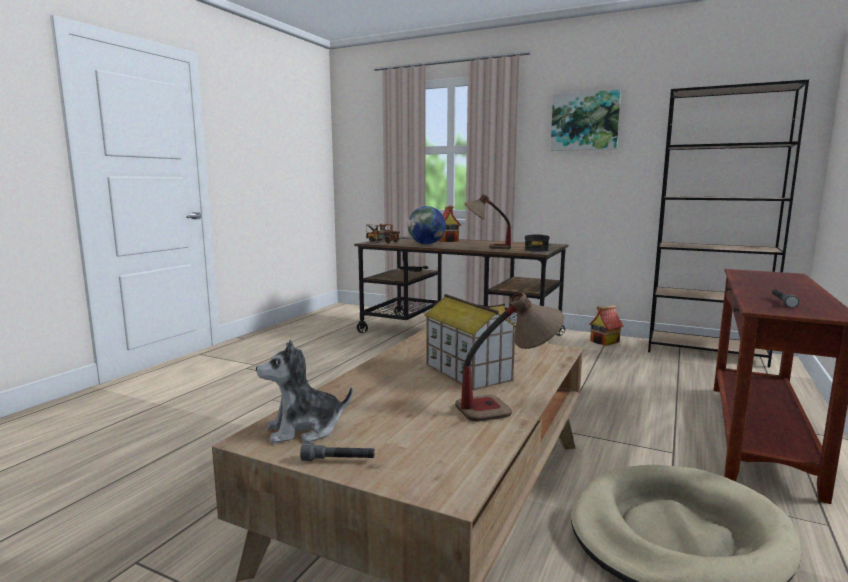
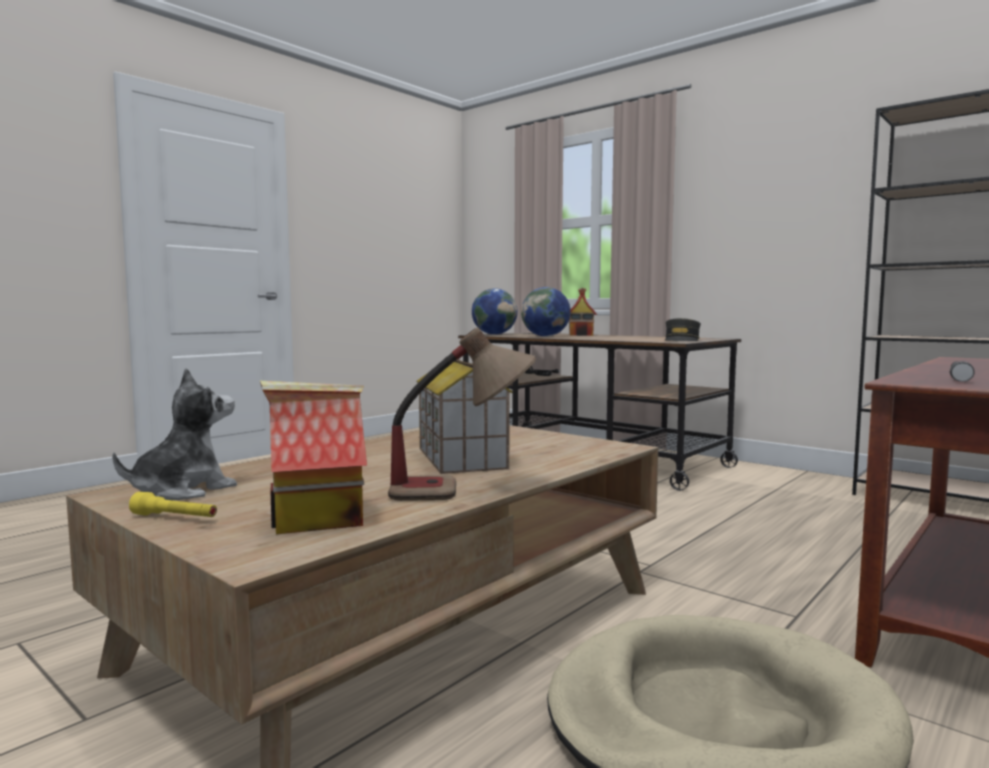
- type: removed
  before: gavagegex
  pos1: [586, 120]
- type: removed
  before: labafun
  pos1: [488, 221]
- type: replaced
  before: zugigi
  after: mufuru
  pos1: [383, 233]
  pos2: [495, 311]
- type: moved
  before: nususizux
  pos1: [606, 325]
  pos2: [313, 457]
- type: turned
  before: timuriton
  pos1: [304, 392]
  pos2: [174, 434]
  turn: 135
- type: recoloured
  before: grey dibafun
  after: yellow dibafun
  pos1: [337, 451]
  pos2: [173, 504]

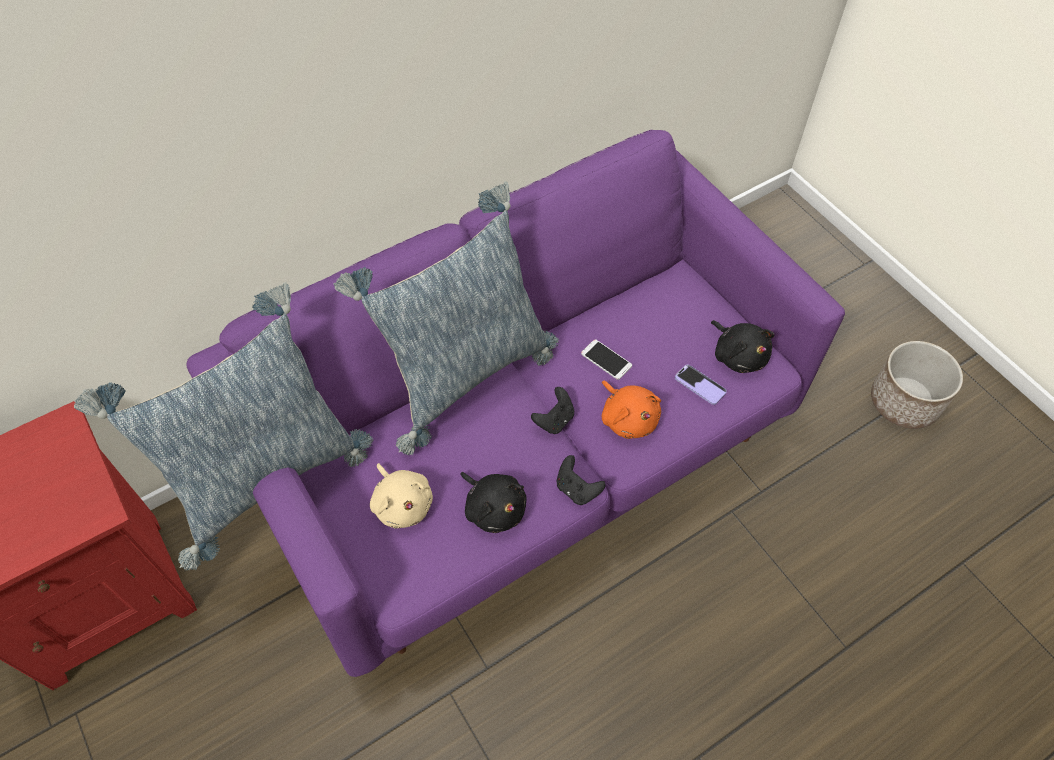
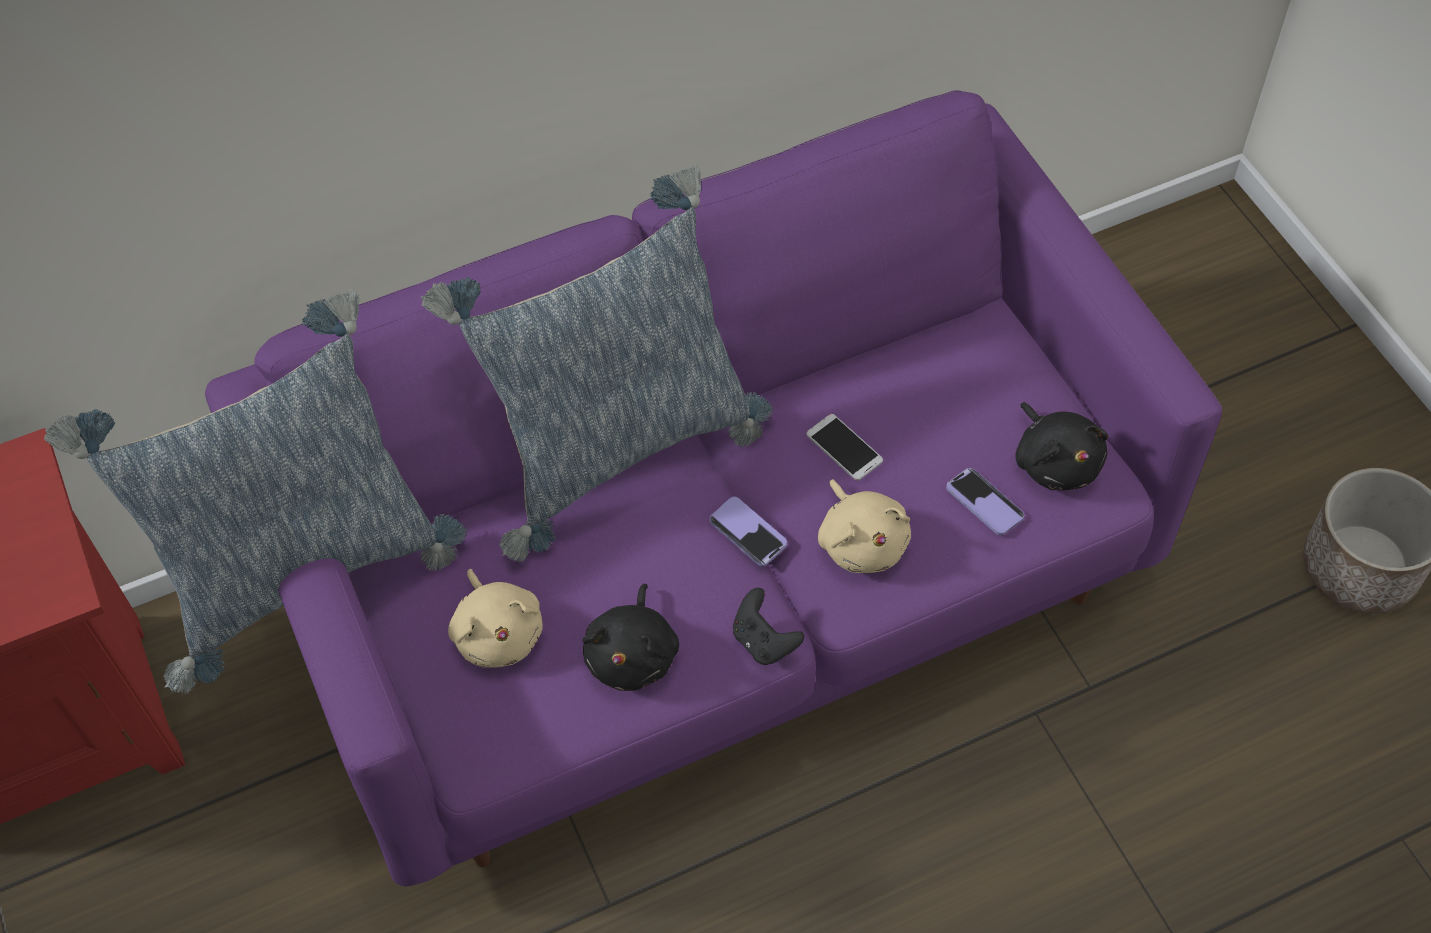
- type: recoloured
  before: orange timuriton
  after: beige timuriton
  pos1: [631, 409]
  pos2: [864, 526]
- type: replaced
  before: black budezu
  after: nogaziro
  pos1: [552, 410]
  pos2: [748, 532]
- type: turned
  before: black timuriton
  pos1: [493, 502]
  pos2: [630, 637]
  turn: 45

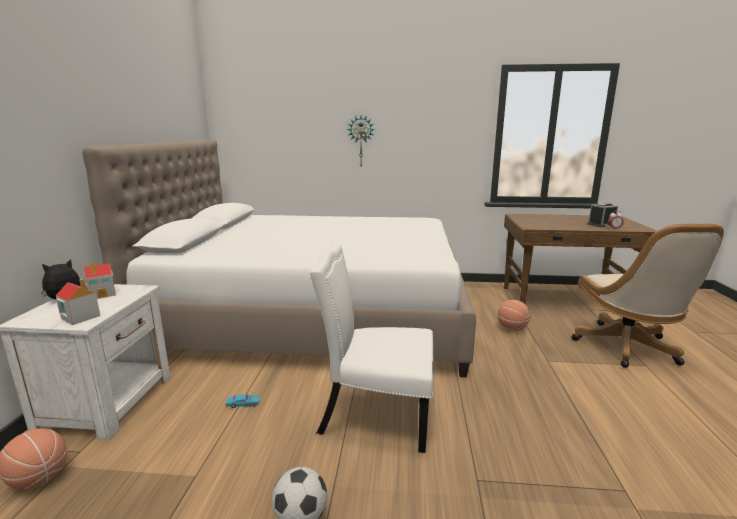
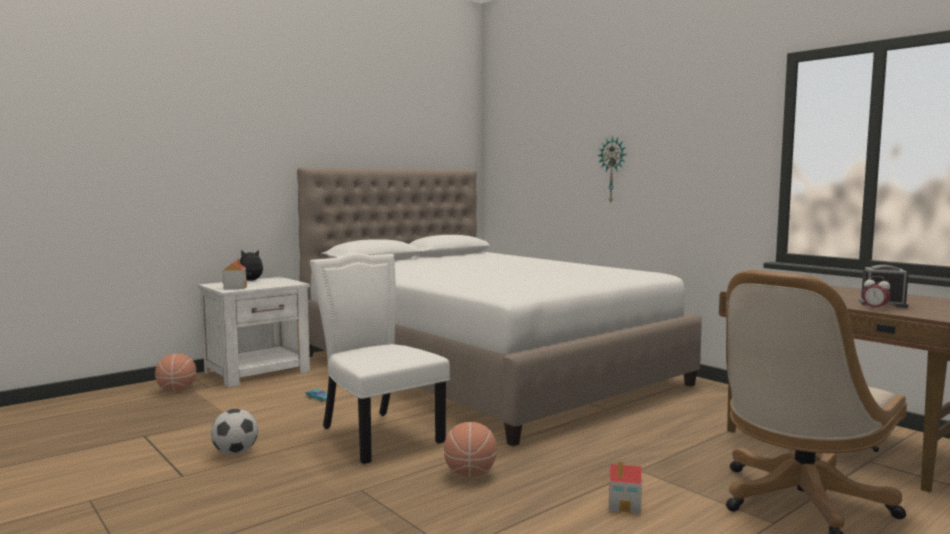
- type: moved
  before: nususizux
  pos1: [99, 281]
  pos2: [625, 488]
- type: moved
  before: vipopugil
  pos1: [514, 315]
  pos2: [470, 449]

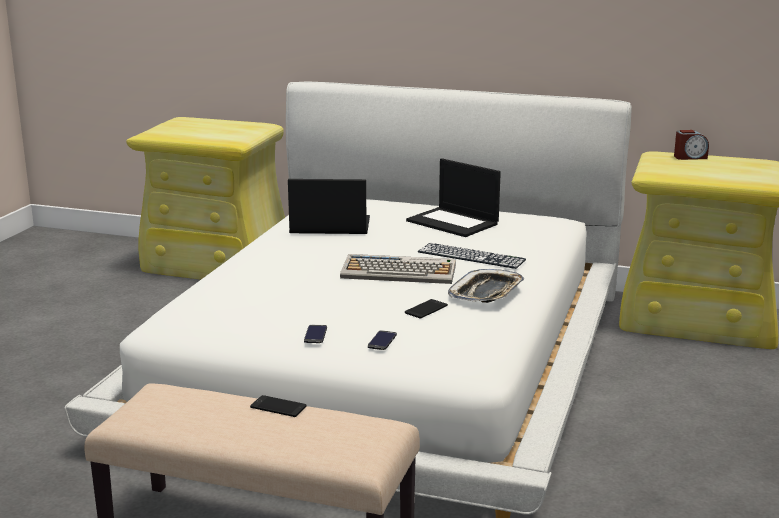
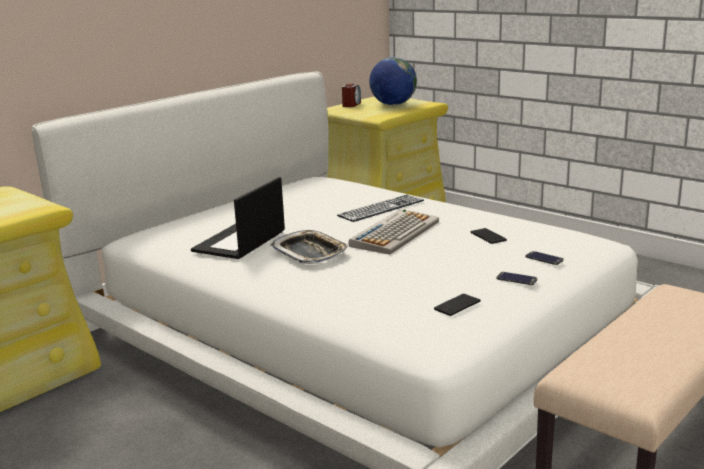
- type: removed
  before: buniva
  pos1: [453, 197]
- type: moved
  before: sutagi
  pos1: [486, 286]
  pos2: [309, 247]
- type: moved
  before: nogaziro
  pos1: [278, 406]
  pos2: [457, 305]
- type: added
  after: mufuru
  pos2: [393, 81]

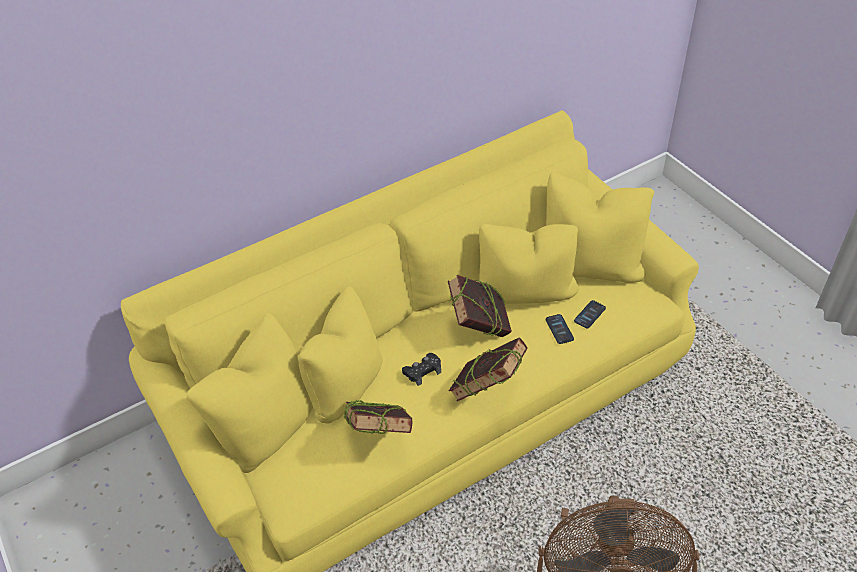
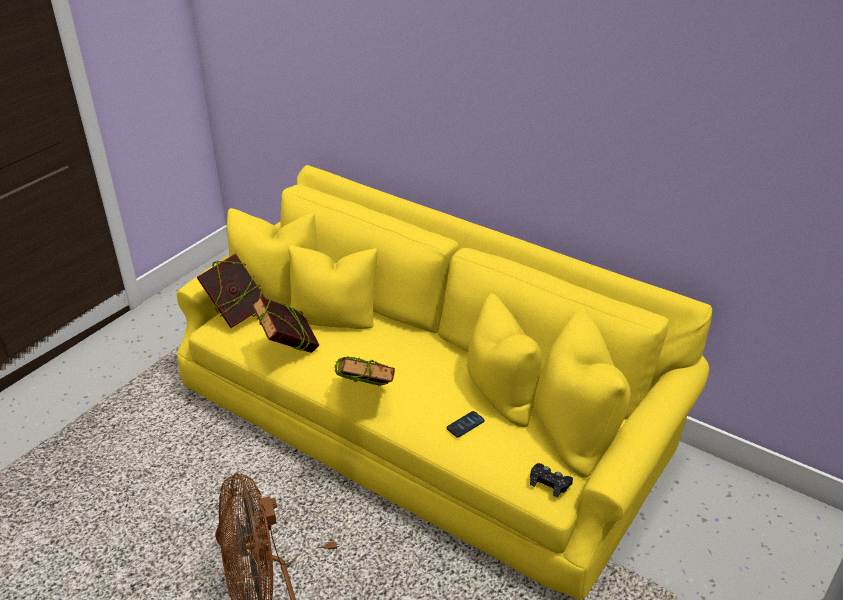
- type: moved
  before: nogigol
  pos1: [480, 306]
  pos2: [231, 290]
- type: removed
  before: nogaziro
  pos1: [590, 314]
- type: moved
  before: black budezu
  pos1: [421, 369]
  pos2: [551, 480]

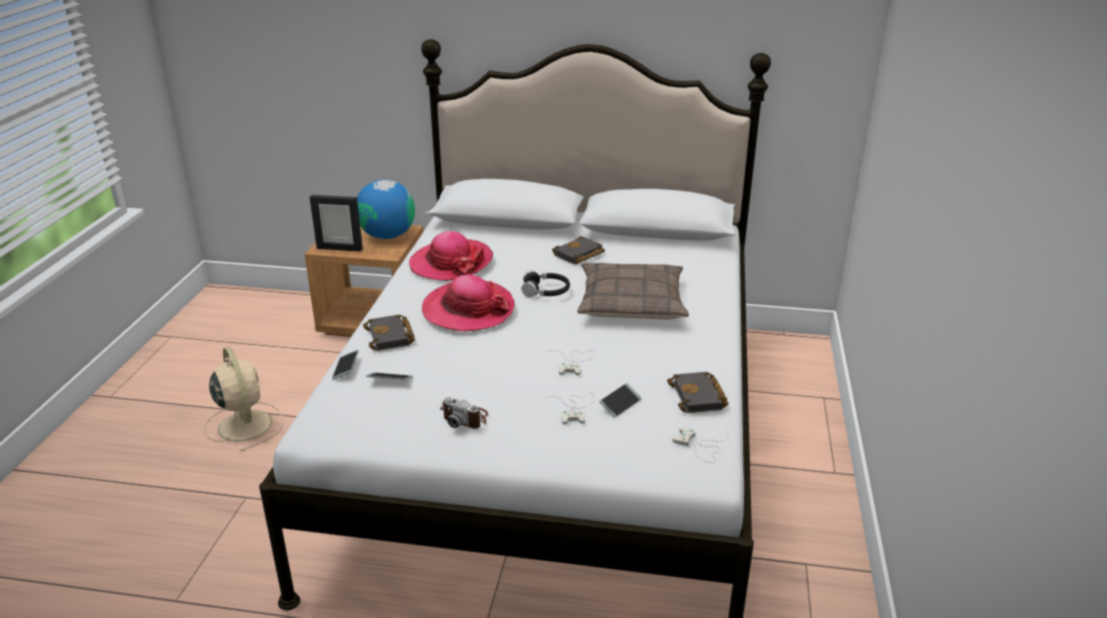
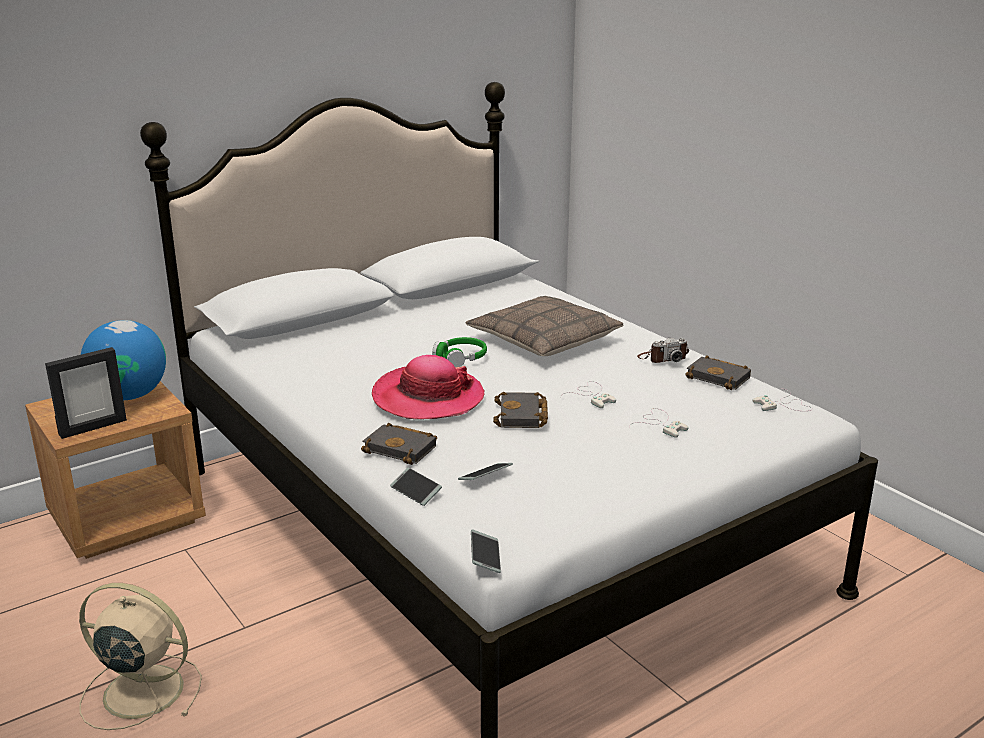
- type: removed
  before: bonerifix
  pos1: [451, 256]
- type: moved
  before: black nogigol
  pos1: [578, 250]
  pos2: [520, 410]
- type: recoloured
  before: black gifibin
  after: green gifibin
  pos1: [545, 284]
  pos2: [459, 352]
- type: moved
  before: nogaziro
  pos1: [620, 400]
  pos2: [486, 551]
- type: moved
  before: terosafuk
  pos1: [464, 413]
  pos2: [663, 350]

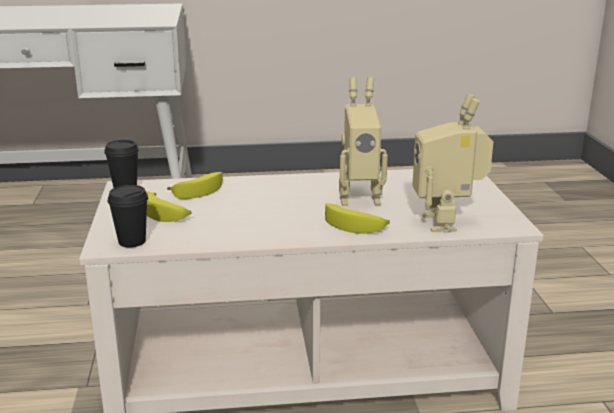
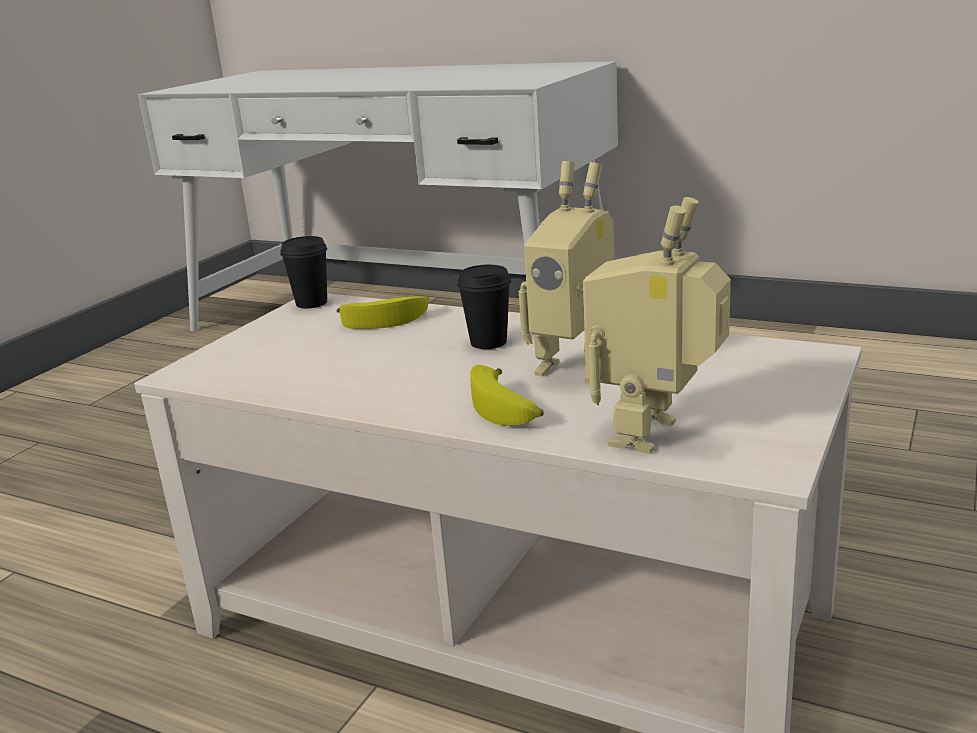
- type: moved
  before: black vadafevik
  pos1: [127, 216]
  pos2: [484, 307]
- type: removed
  before: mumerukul
  pos1: [168, 206]

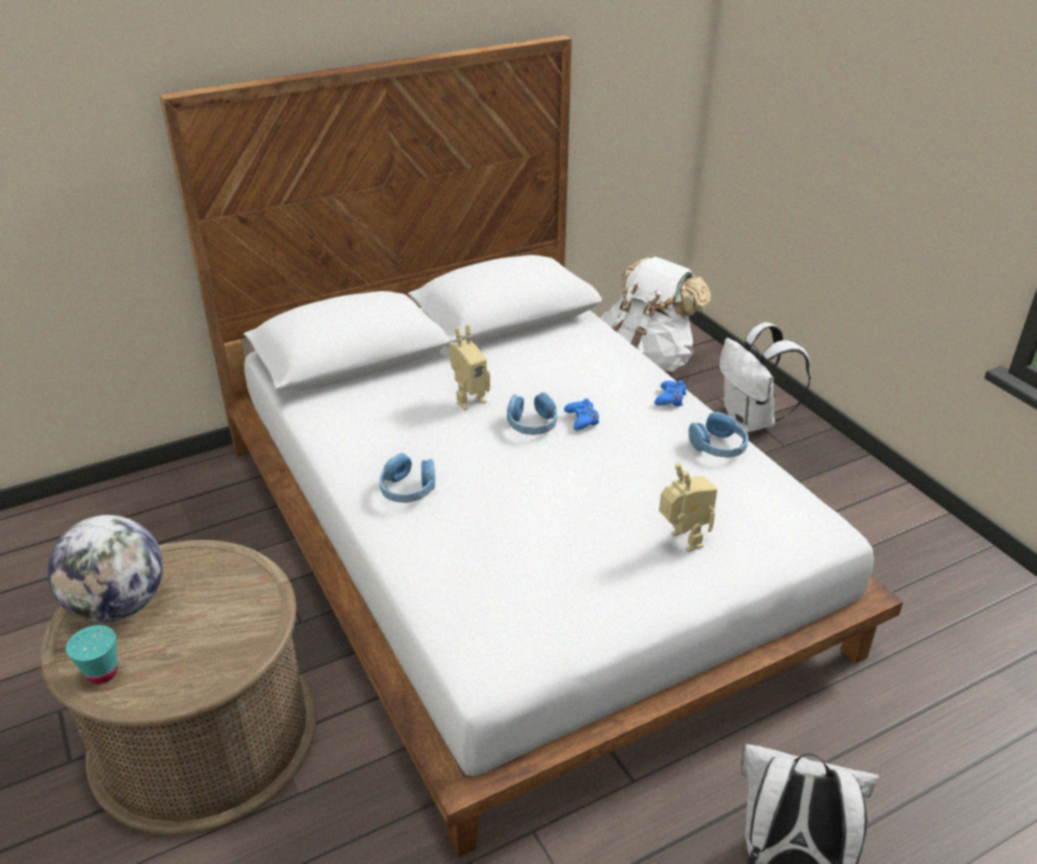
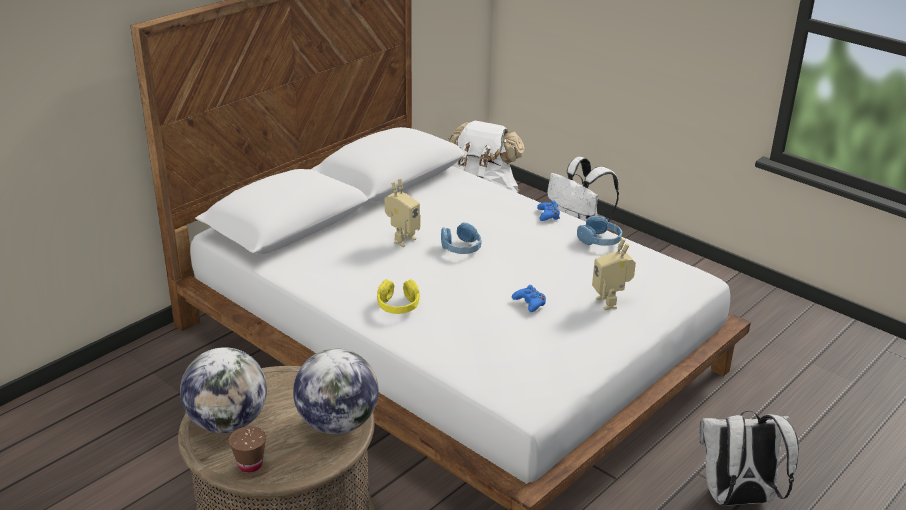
- type: moved
  before: blue budezu
  pos1: [581, 414]
  pos2: [529, 298]
- type: recoloured
  before: blue gifibin
  after: yellow gifibin
  pos1: [407, 478]
  pos2: [398, 296]
- type: turned
  before: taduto
  pos1: [688, 507]
  pos2: [614, 274]
  turn: -150
- type: recoloured
  before: turquoise vadafevik
  after: brown vadafevik
  pos1: [92, 654]
  pos2: [247, 449]
- type: added
  after: mufuru
  pos2: [336, 391]

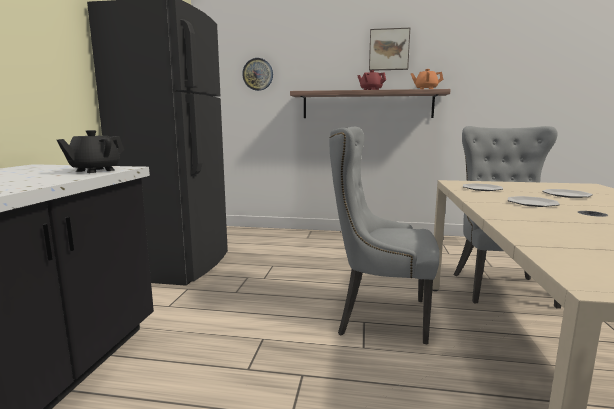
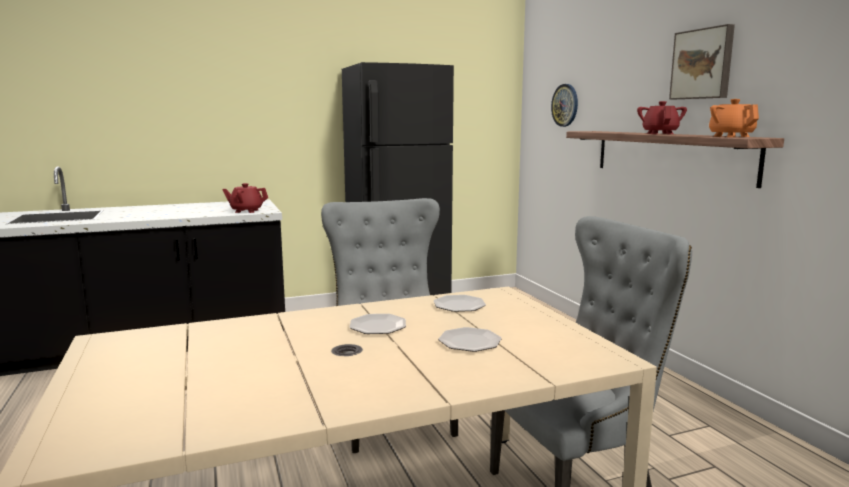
- type: recoloured
  before: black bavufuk
  after: red bavufuk
  pos1: [90, 151]
  pos2: [245, 198]

